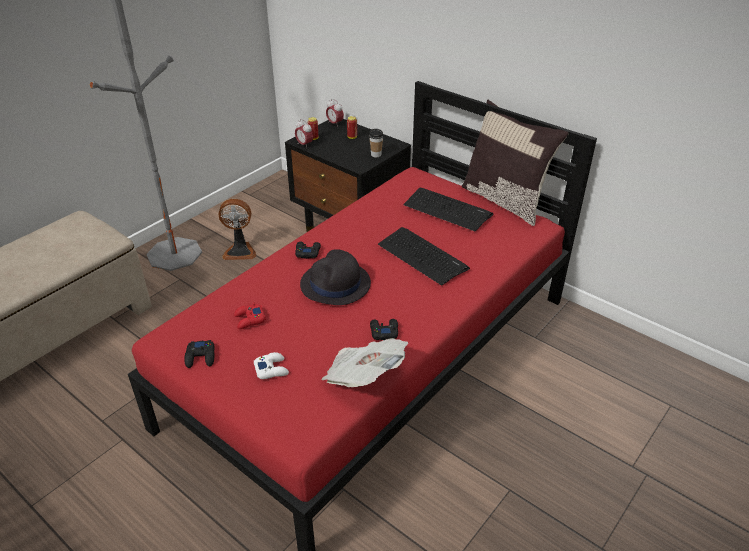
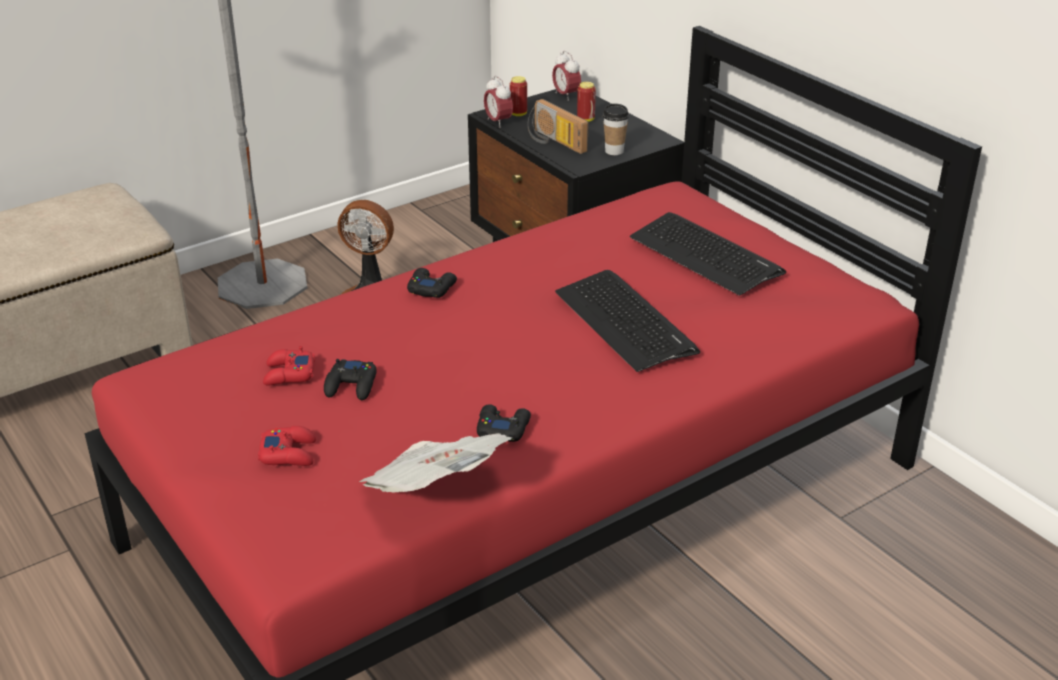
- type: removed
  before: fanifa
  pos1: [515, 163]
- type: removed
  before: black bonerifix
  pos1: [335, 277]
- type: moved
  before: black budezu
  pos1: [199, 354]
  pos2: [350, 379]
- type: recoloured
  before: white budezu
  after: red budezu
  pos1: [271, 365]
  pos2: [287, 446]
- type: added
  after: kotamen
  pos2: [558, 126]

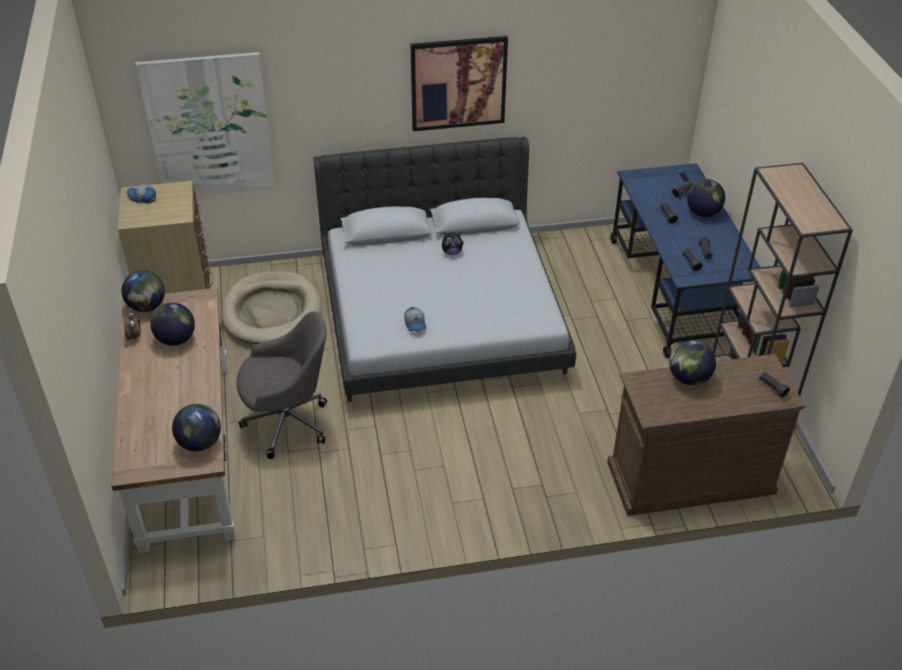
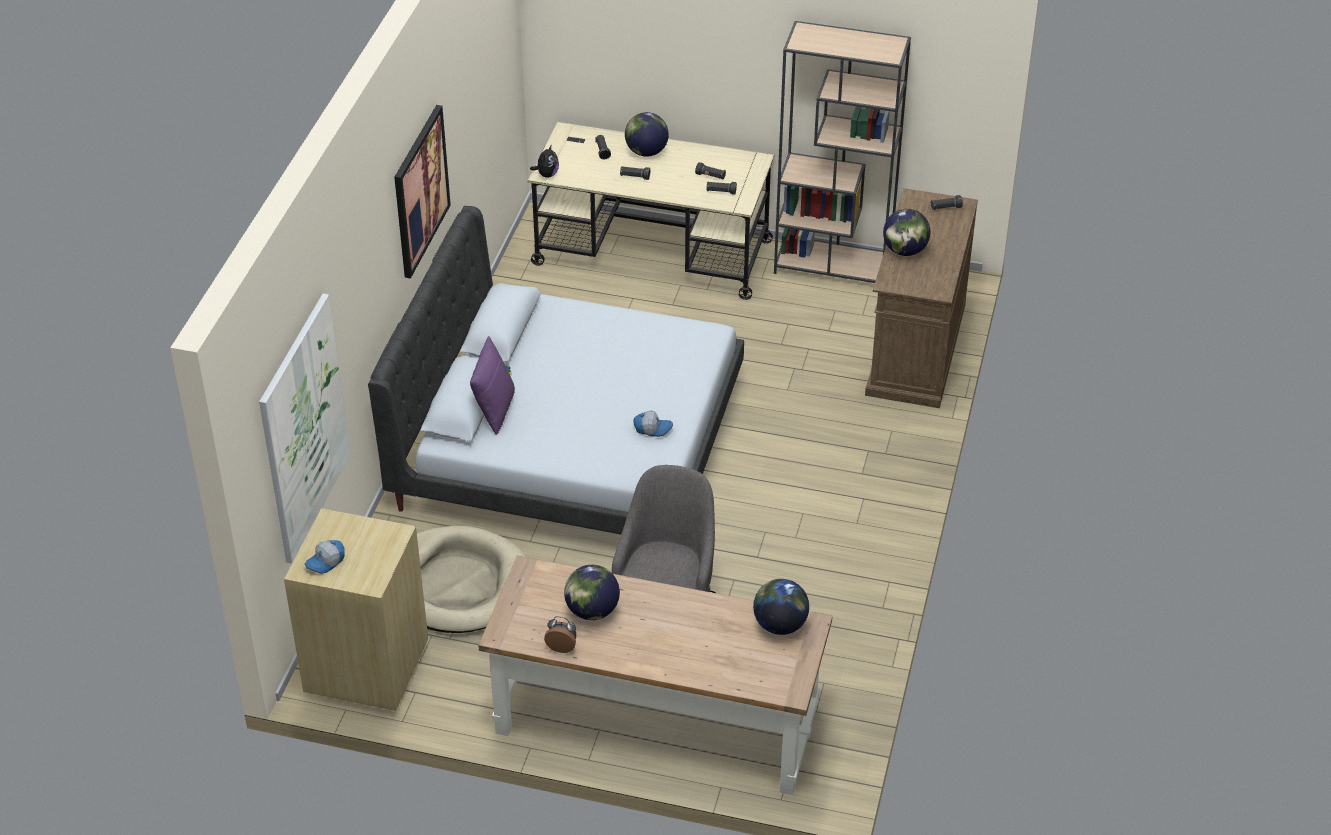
- type: recoloured
  before: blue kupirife
  after: beige kupirife
  pos1: [685, 260]
  pos2: [650, 211]
- type: moved
  before: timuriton
  pos1: [453, 243]
  pos2: [544, 161]
- type: removed
  before: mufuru
  pos1: [143, 291]
- type: added
  after: purple fanifa
  pos2: [492, 385]

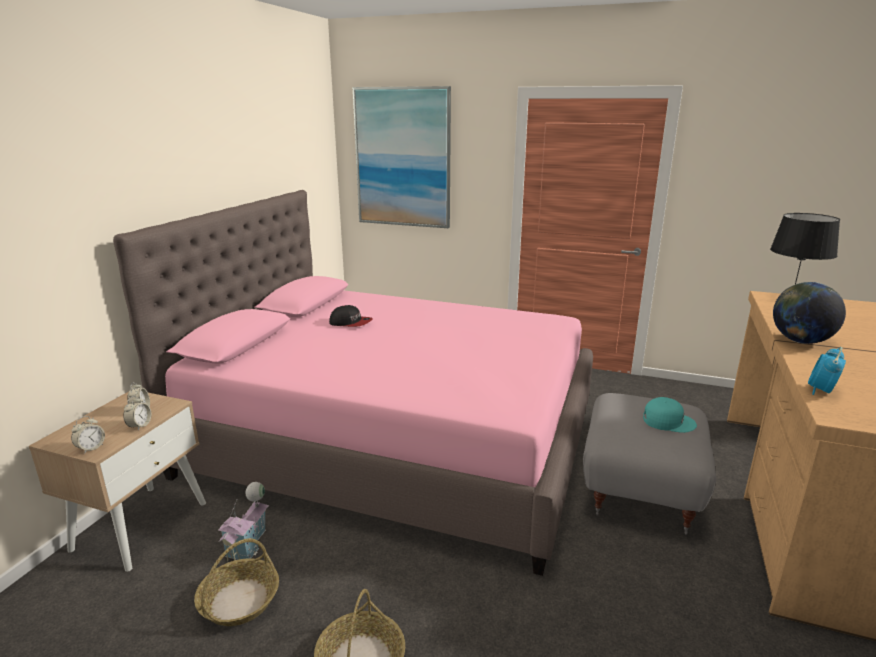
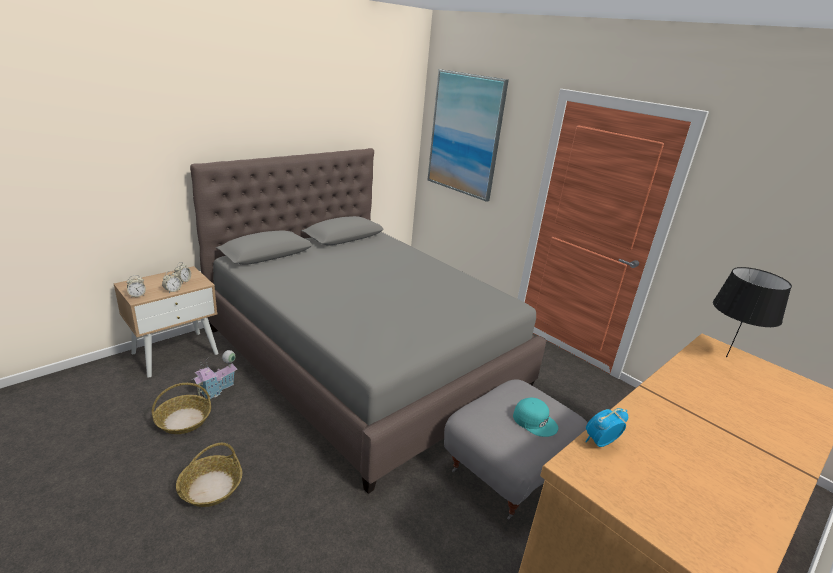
- type: recoloured
  before: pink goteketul
  after: grey goteketul
  pos1: [353, 383]
  pos2: [368, 321]
- type: removed
  before: mufuru
  pos1: [809, 313]
- type: removed
  before: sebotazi
  pos1: [351, 316]

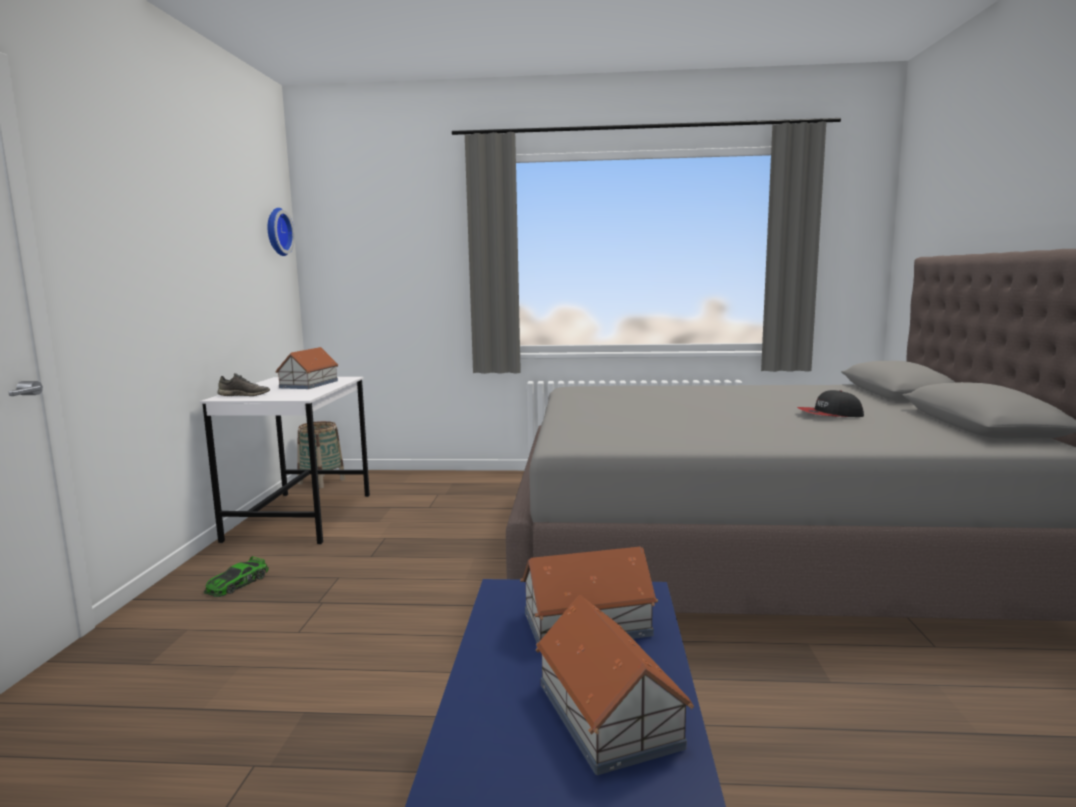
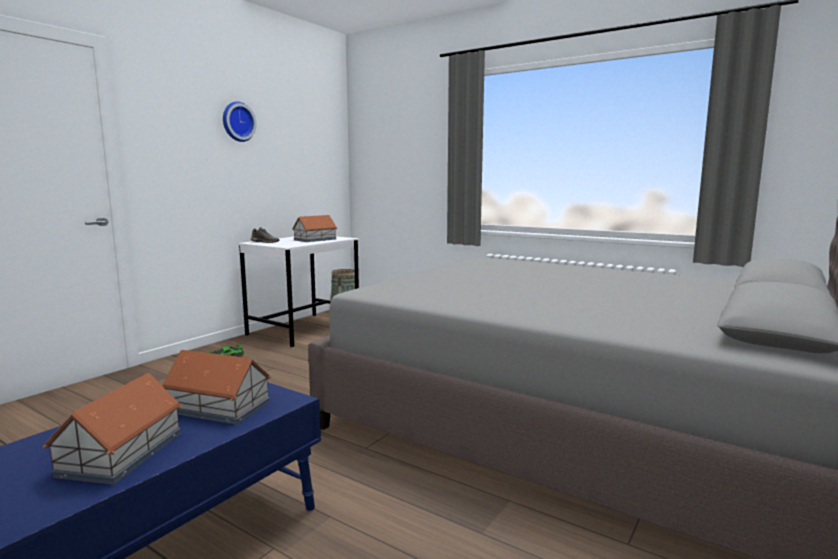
- type: moved
  before: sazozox
  pos1: [281, 232]
  pos2: [240, 122]
- type: removed
  before: sebotazi
  pos1: [830, 403]

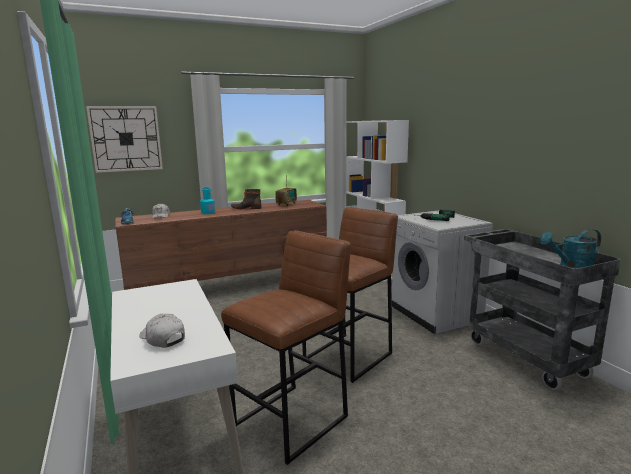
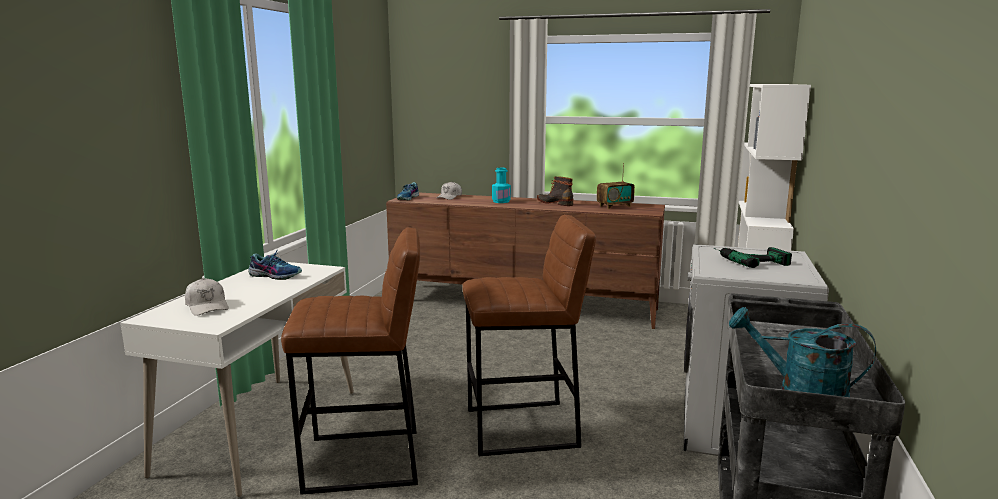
- type: removed
  before: sazozox
  pos1: [124, 139]
- type: turned
  before: white sebotazi
  pos1: [162, 331]
  pos2: [206, 297]
  turn: 150
- type: added
  after: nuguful
  pos2: [275, 265]

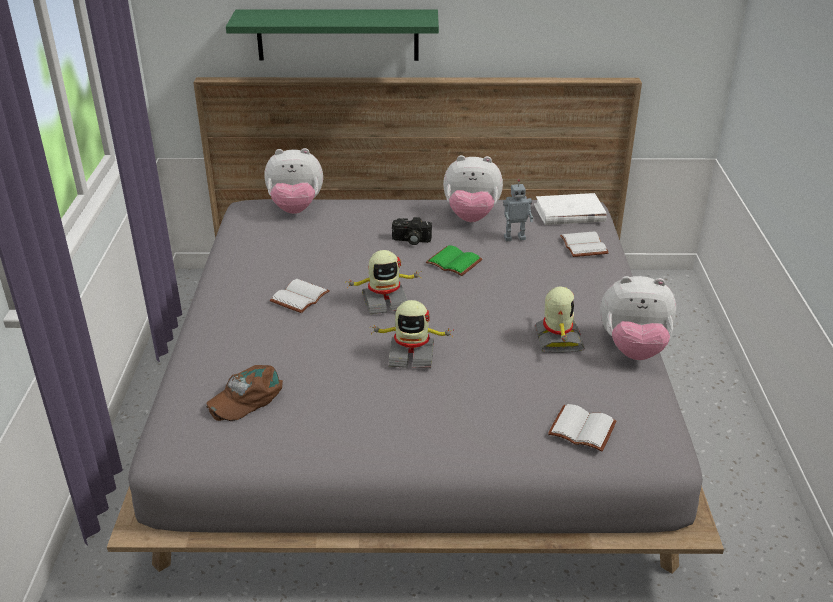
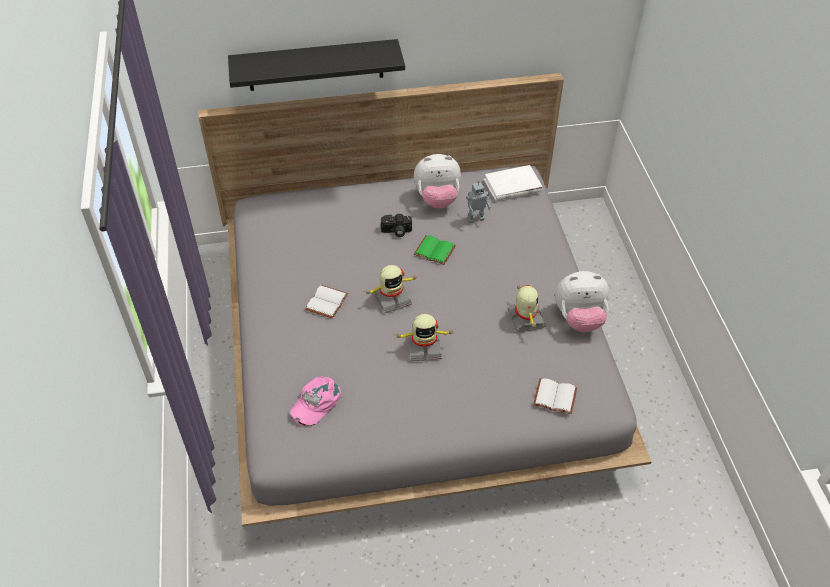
- type: recoloured
  before: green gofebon
  after: black gofebon
  pos1: [332, 35]
  pos2: [316, 65]
- type: removed
  before: timuriton
  pos1: [294, 181]
- type: removed
  before: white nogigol
  pos1: [584, 244]
- type: recoloured
  before: brown sebotazi
  after: pink sebotazi
  pos1: [244, 393]
  pos2: [315, 401]

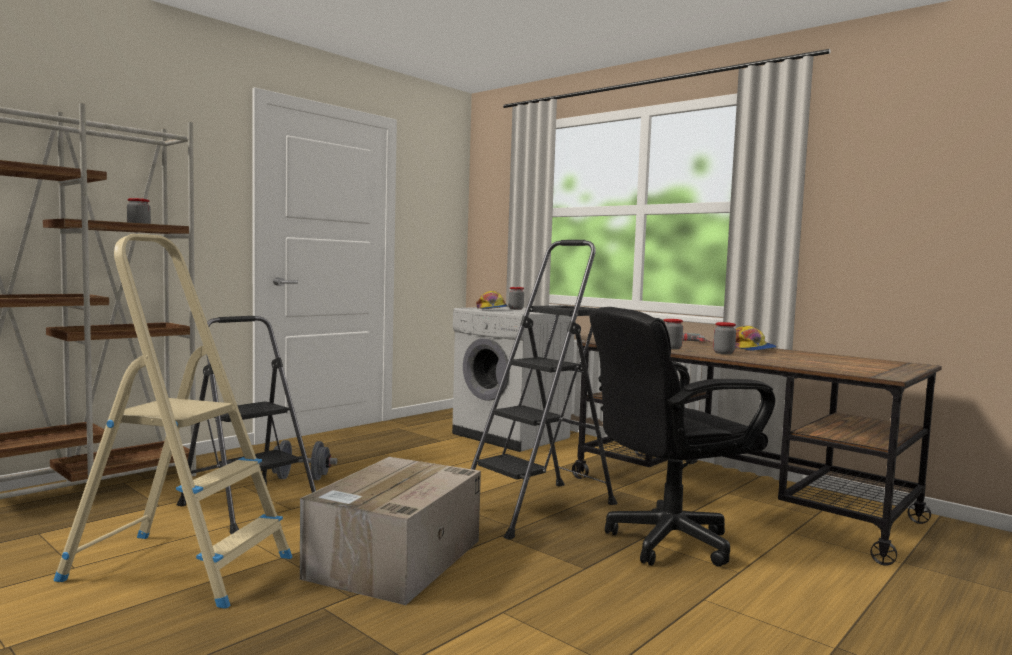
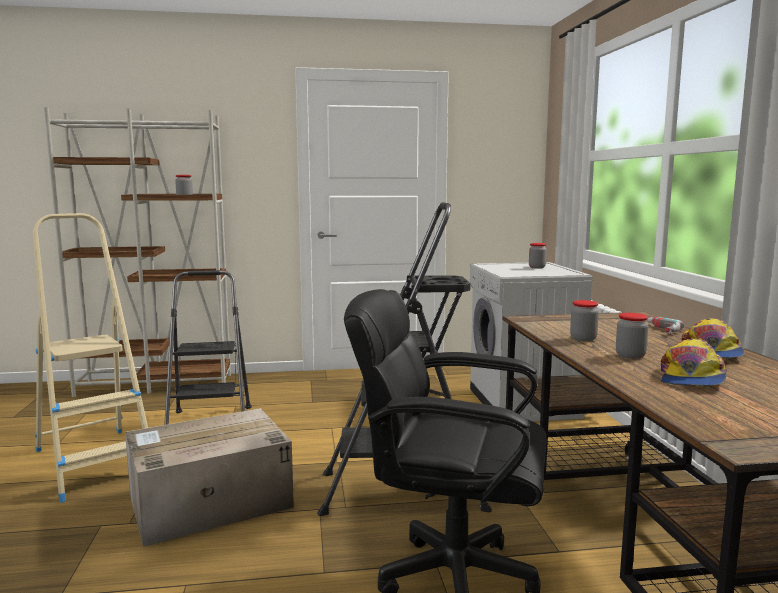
- type: moved
  before: sebotazi
  pos1: [491, 300]
  pos2: [694, 362]
- type: removed
  before: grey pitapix
  pos1: [304, 460]

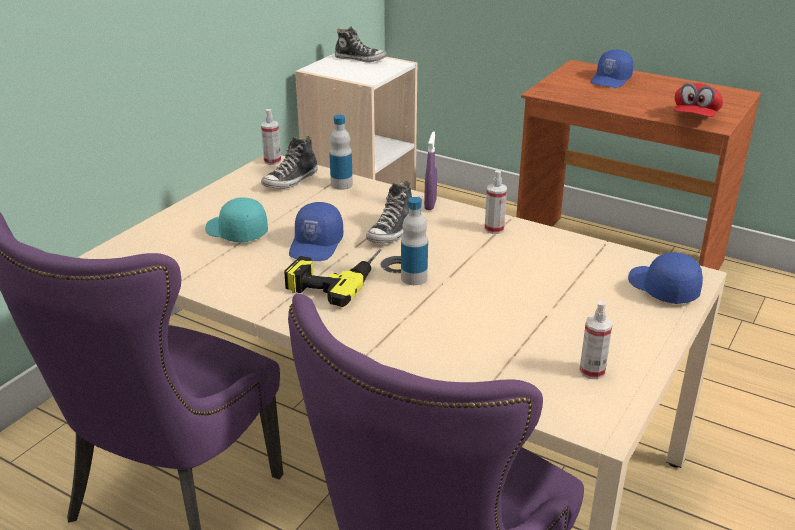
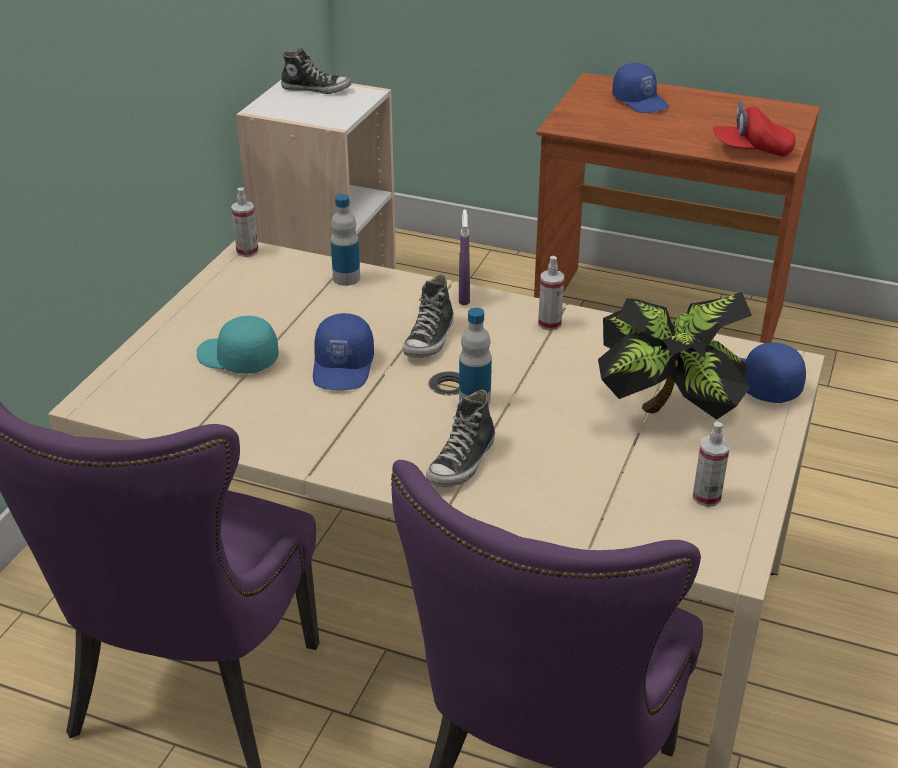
- type: turned
  before: blue sebotazi
  pos1: [611, 68]
  pos2: [640, 88]
  turn: -60
- type: turned
  before: red sebotazi
  pos1: [698, 100]
  pos2: [754, 129]
  turn: 75
- type: moved
  before: nuguful
  pos1: [289, 162]
  pos2: [460, 438]
- type: removed
  before: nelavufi
  pos1: [332, 278]
- type: added
  after: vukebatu
  pos2: [675, 356]

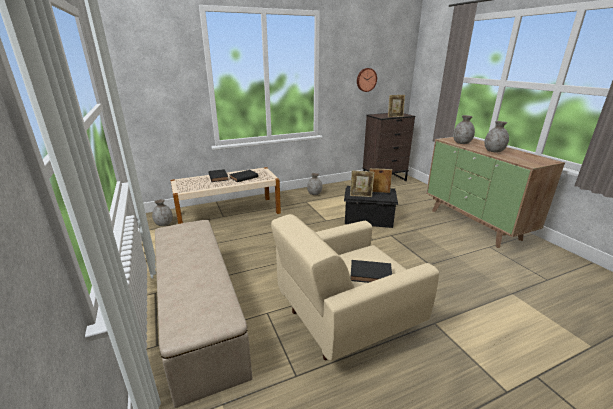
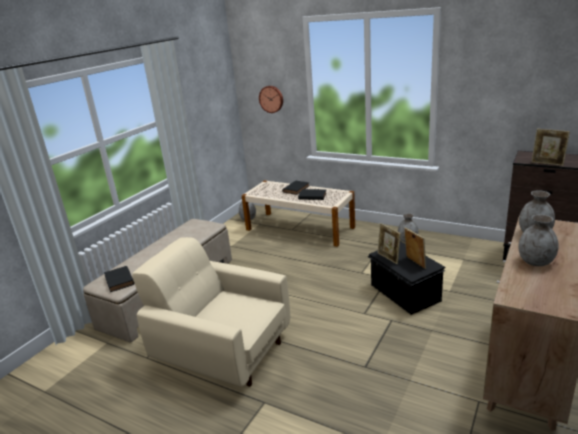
- type: moved
  before: sazozox
  pos1: [367, 80]
  pos2: [271, 99]
- type: moved
  before: black nogigol
  pos1: [371, 271]
  pos2: [119, 279]

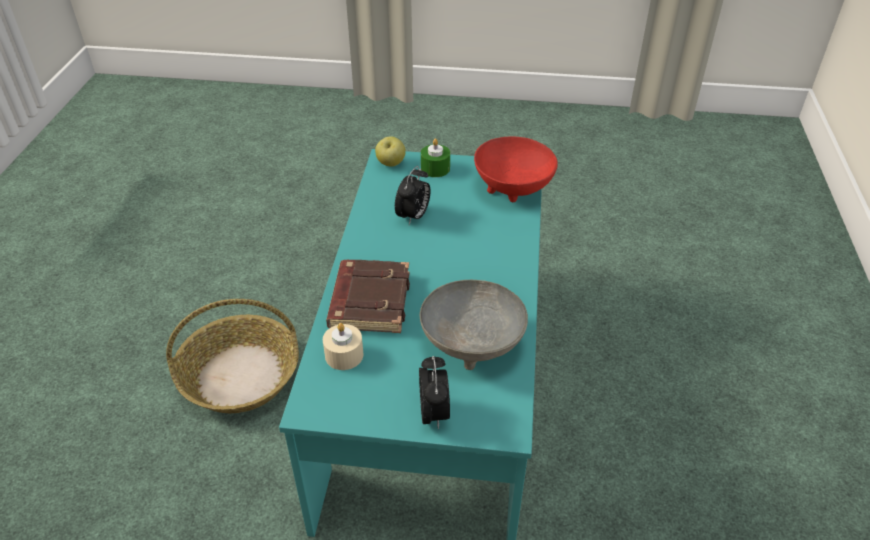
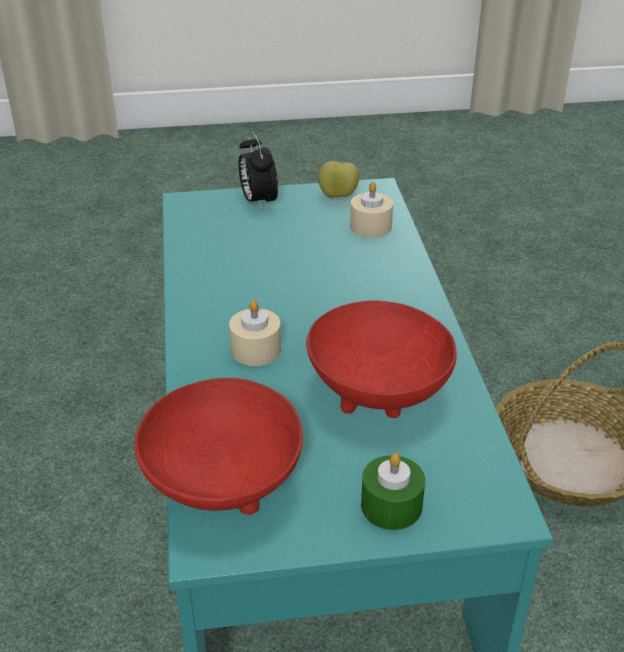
- type: moved
  before: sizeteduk
  pos1: [390, 151]
  pos2: [338, 179]
- type: replaced
  before: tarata
  after: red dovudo
  pos1: [413, 195]
  pos2: [381, 359]
- type: removed
  before: brown nogigol
  pos1: [368, 296]
- type: removed
  before: grey dovudo
  pos1: [474, 325]
- type: added
  after: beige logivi
  pos2: [255, 333]

